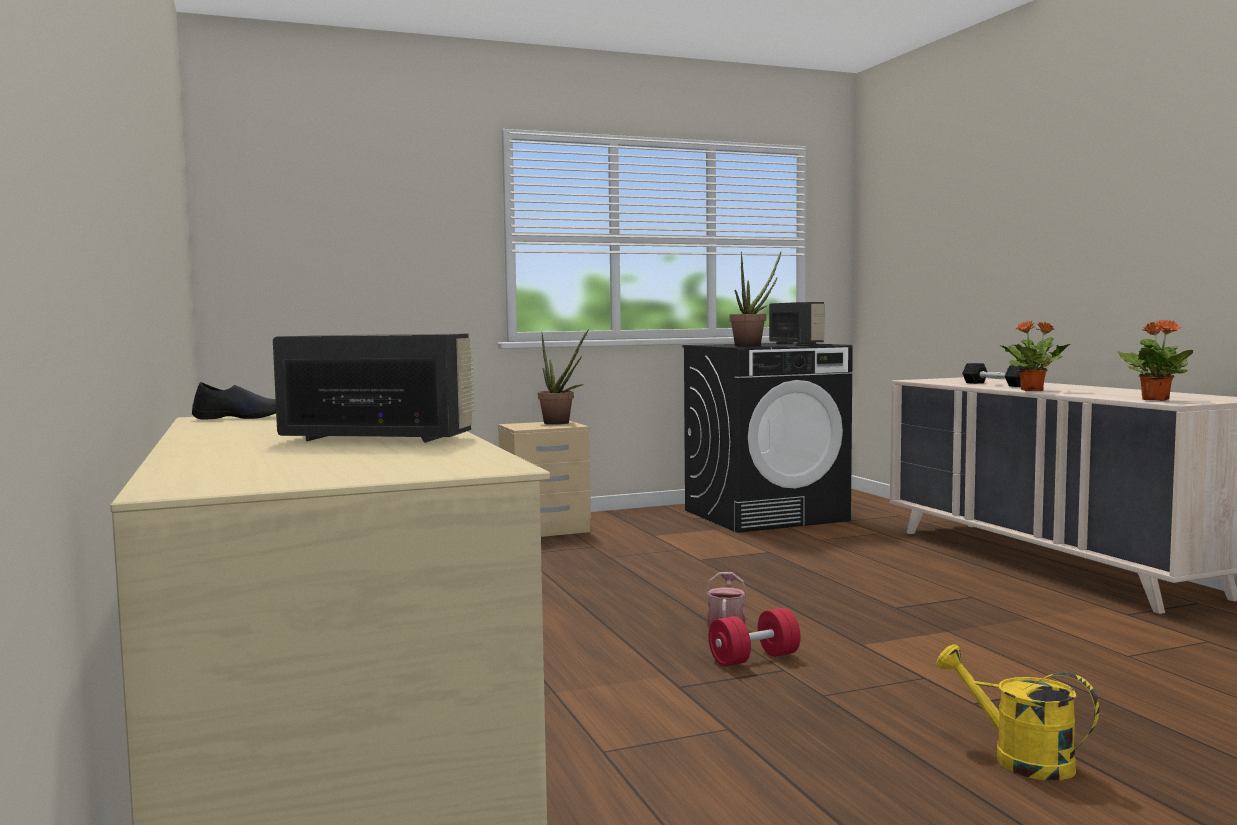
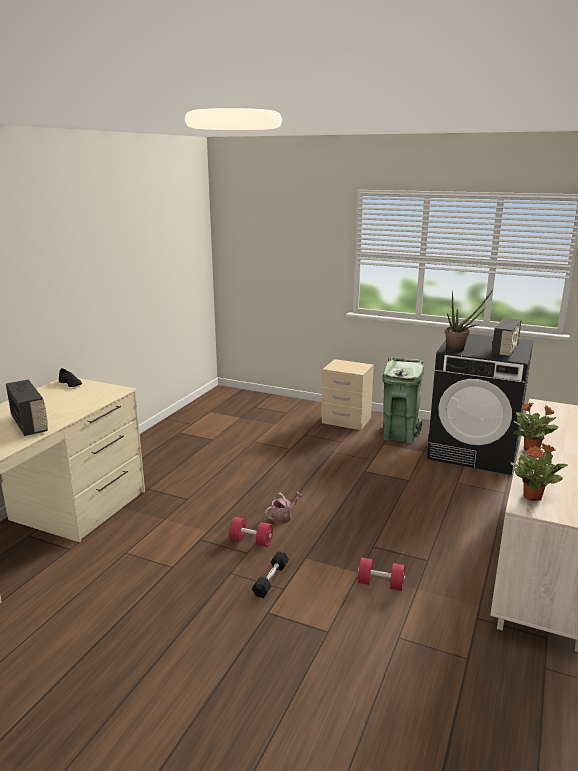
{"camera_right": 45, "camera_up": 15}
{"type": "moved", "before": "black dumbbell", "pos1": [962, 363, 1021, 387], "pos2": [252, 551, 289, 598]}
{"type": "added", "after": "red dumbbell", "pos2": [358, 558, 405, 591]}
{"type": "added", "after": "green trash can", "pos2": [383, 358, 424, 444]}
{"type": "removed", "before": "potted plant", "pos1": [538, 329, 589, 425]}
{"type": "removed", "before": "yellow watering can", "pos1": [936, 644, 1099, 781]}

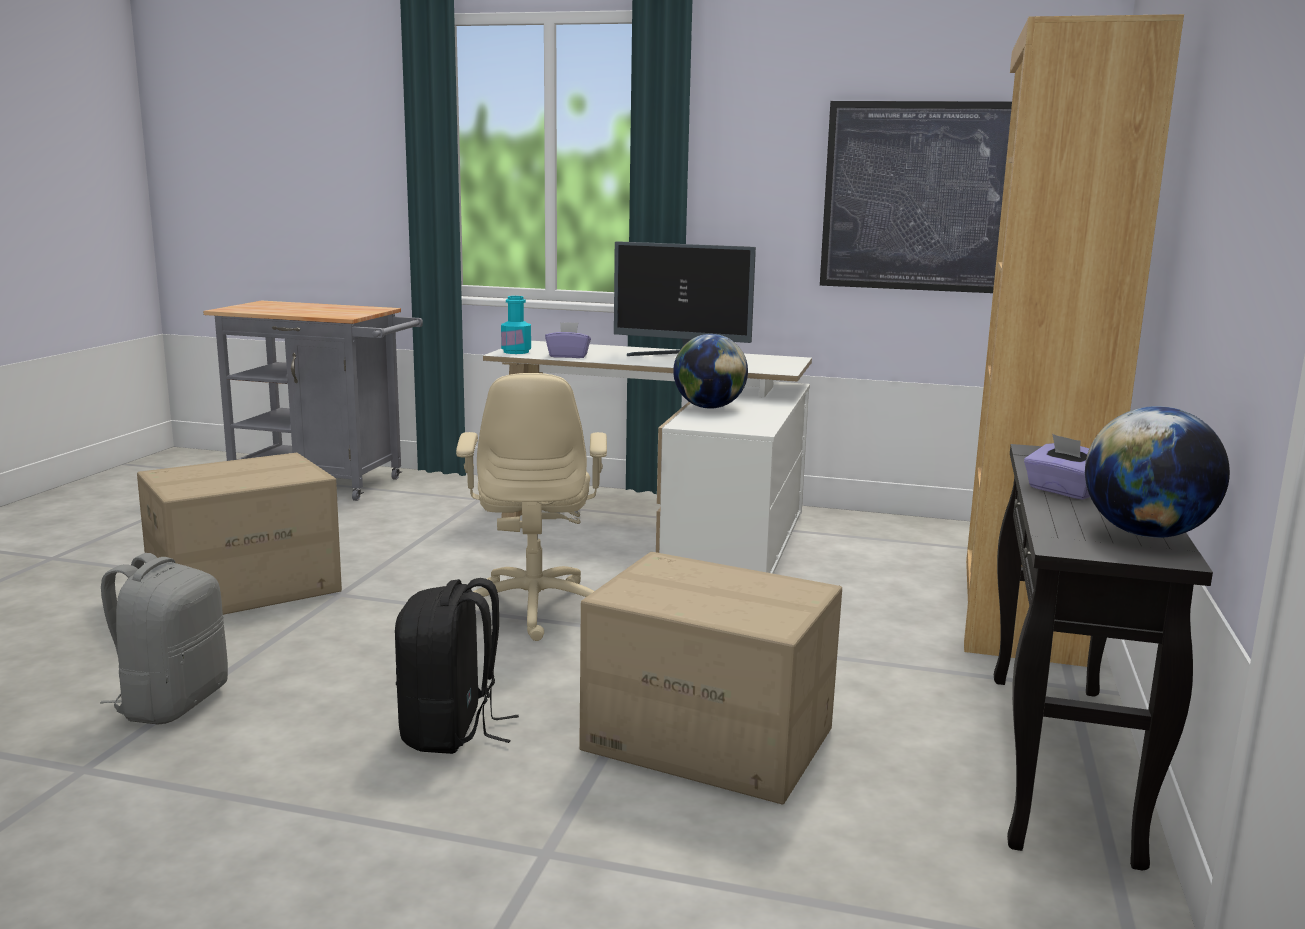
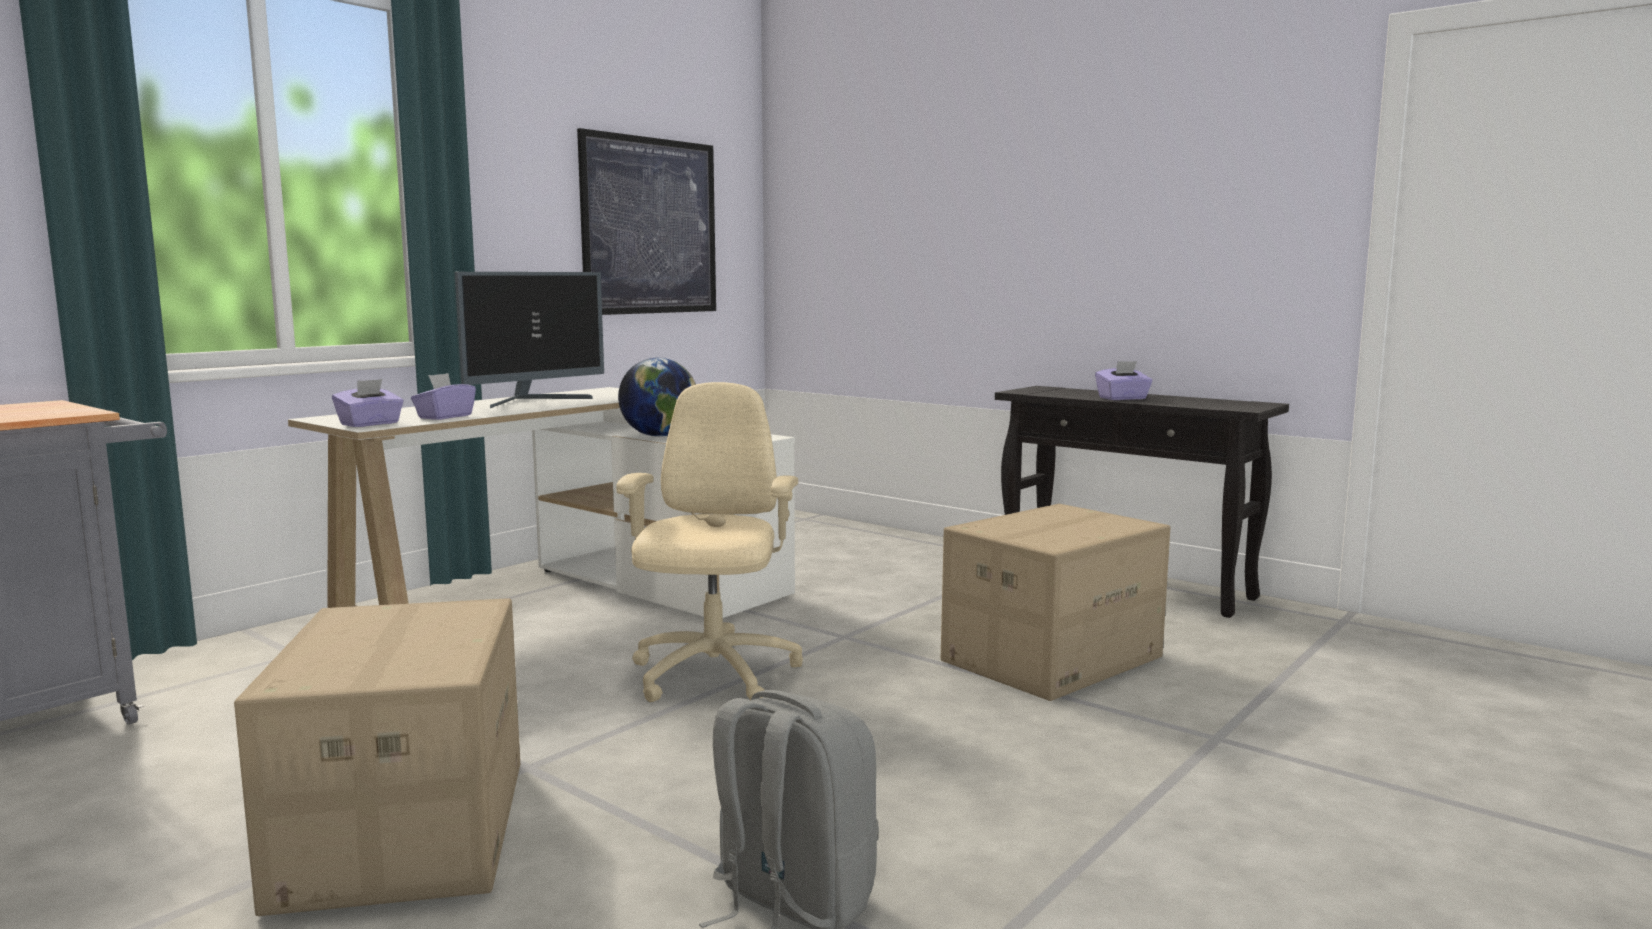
{"camera_right": -65, "camera_up": -5}
{"type": "replaced", "before": "turquoise bottle", "after": "purple tissue box", "pos1": [501, 296, 531, 354], "pos2": [332, 379, 404, 427]}
{"type": "turned", "before": "beige office chair", "pos1": [456, 373, 607, 641], "pos2": [616, 382, 803, 702], "turn": -105}
{"type": "removed", "before": "black backpack", "pos1": [395, 578, 519, 754]}
{"type": "removed", "before": "brown bookcase", "pos1": [964, 14, 1184, 667]}
{"type": "removed", "before": "globe", "pos1": [1085, 406, 1230, 538]}

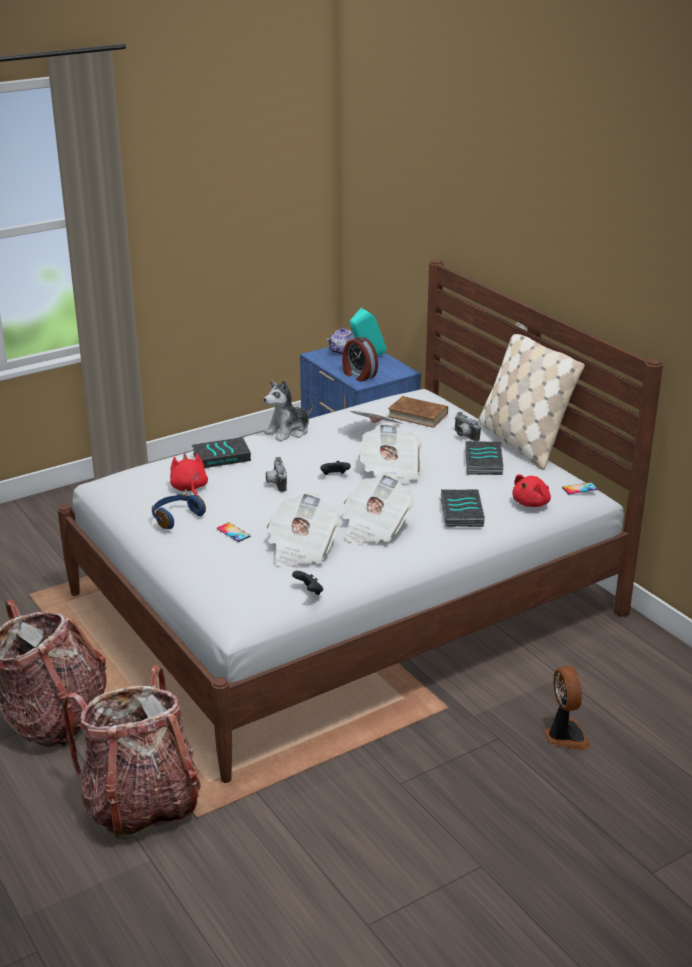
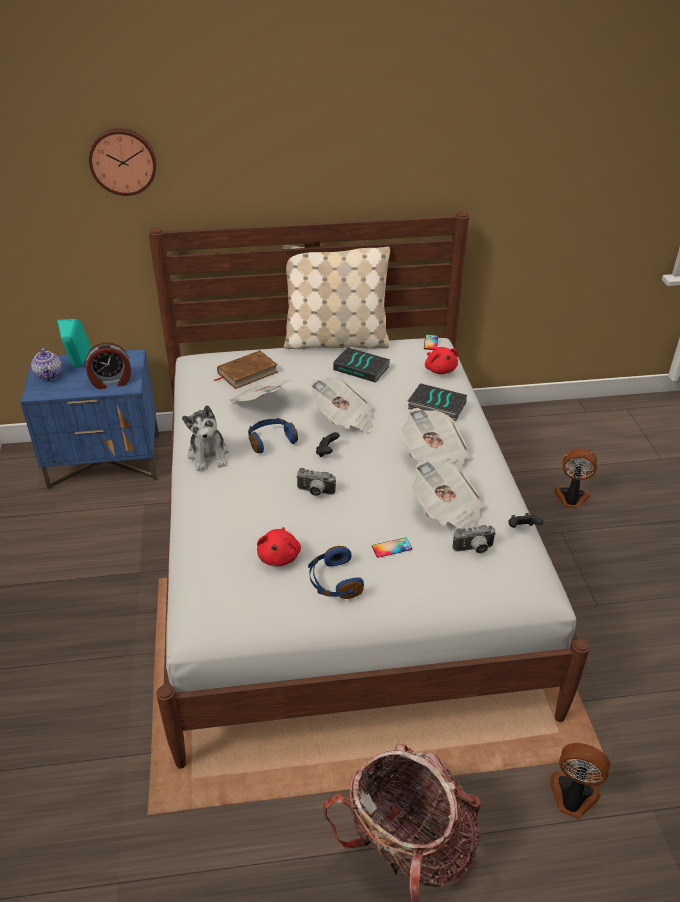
{"camera_right": -65, "camera_up": 10}
{"type": "added", "after": "wall clock", "pos2": [89, 128, 156, 196]}
{"type": "added", "after": "blue headphones", "pos2": [248, 418, 298, 454]}
{"type": "turned", "before": "red plush toy", "pos1": [170, 453, 208, 495], "pos2": [257, 527, 301, 566], "turn": -90}
{"type": "moved", "before": "photo camera", "pos1": [454, 412, 481, 441], "pos2": [452, 525, 496, 554]}
{"type": "replaced", "before": "backpack", "after": "fan", "pos1": [62, 665, 201, 841], "pos2": [550, 743, 610, 819]}
{"type": "removed", "before": "book", "pos1": [192, 437, 251, 468]}

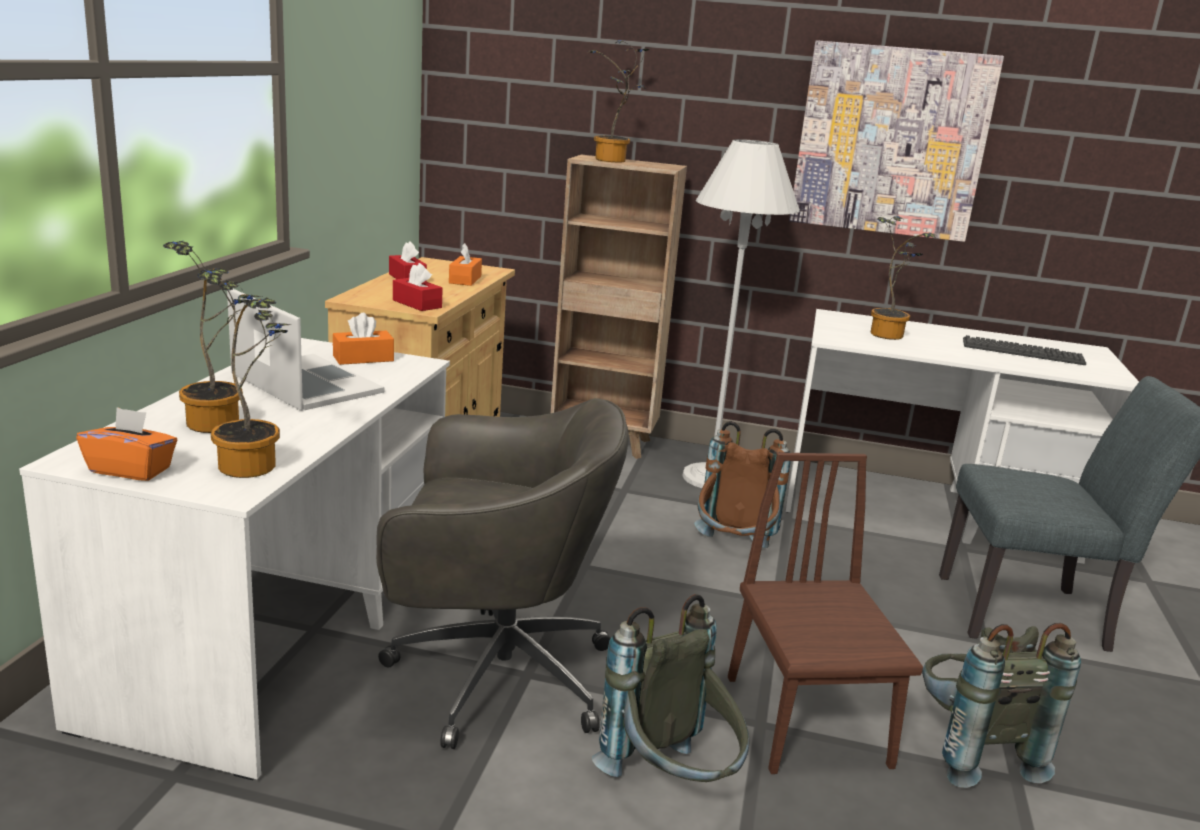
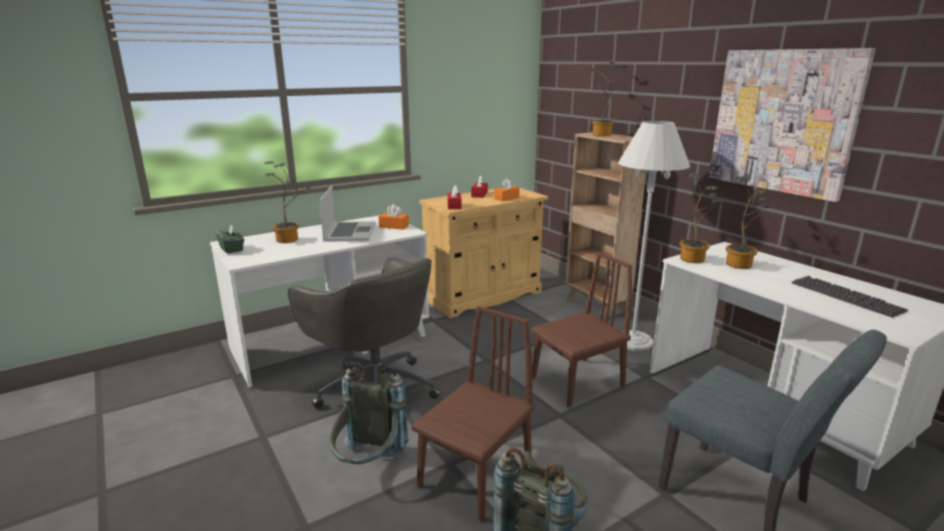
{"camera_right": 45, "camera_up": 0}
{"type": "recoloured", "before": "orange tissue box", "after": "green tissue box", "pos1": [76, 407, 177, 481], "pos2": [216, 224, 244, 254]}
{"type": "replaced", "before": "brown backpack", "after": "brown chair", "pos1": [694, 421, 791, 548], "pos2": [531, 252, 632, 407]}
{"type": "moved", "before": "potted plant", "pos1": [197, 269, 291, 478], "pos2": [679, 173, 722, 263]}

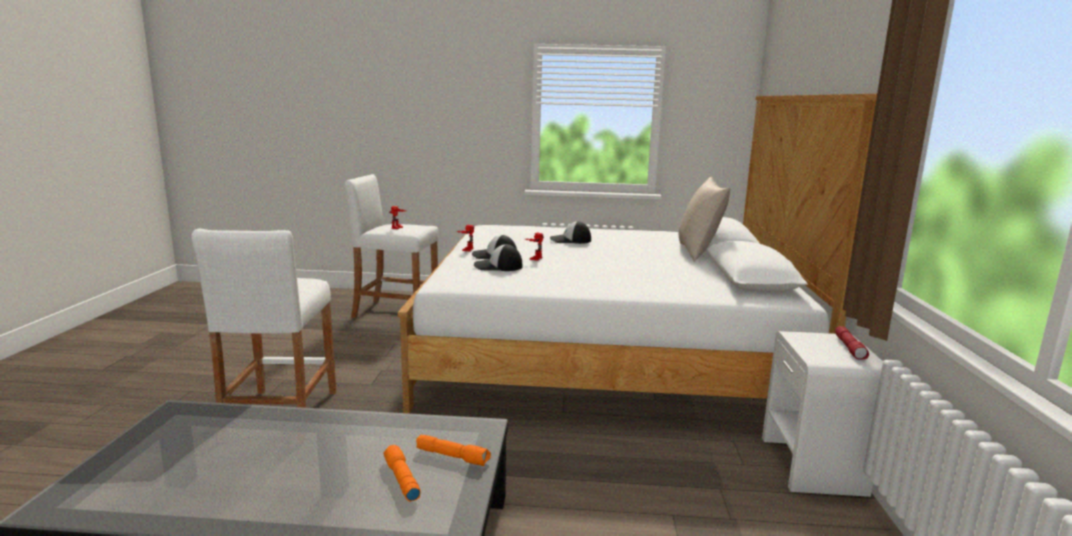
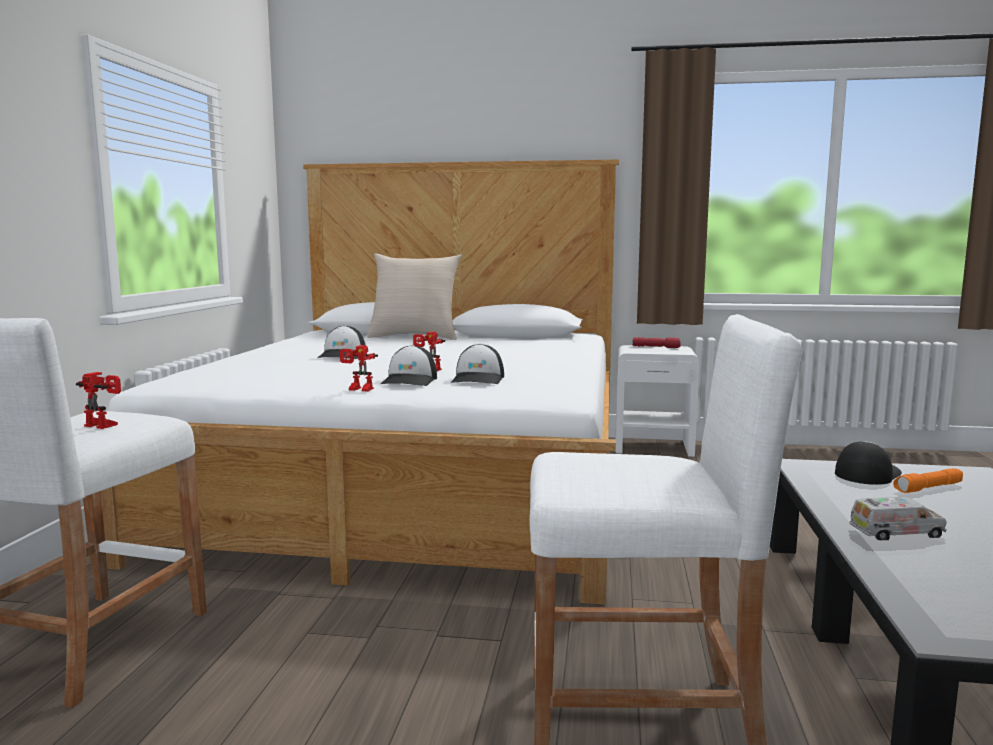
{"camera_right": -85, "camera_up": -5}
{"type": "replaced", "before": "orange flashlight", "after": "cap", "pos1": [416, 435, 491, 466], "pos2": [835, 441, 902, 485]}
{"type": "added", "after": "toy truck", "pos2": [849, 497, 947, 540]}

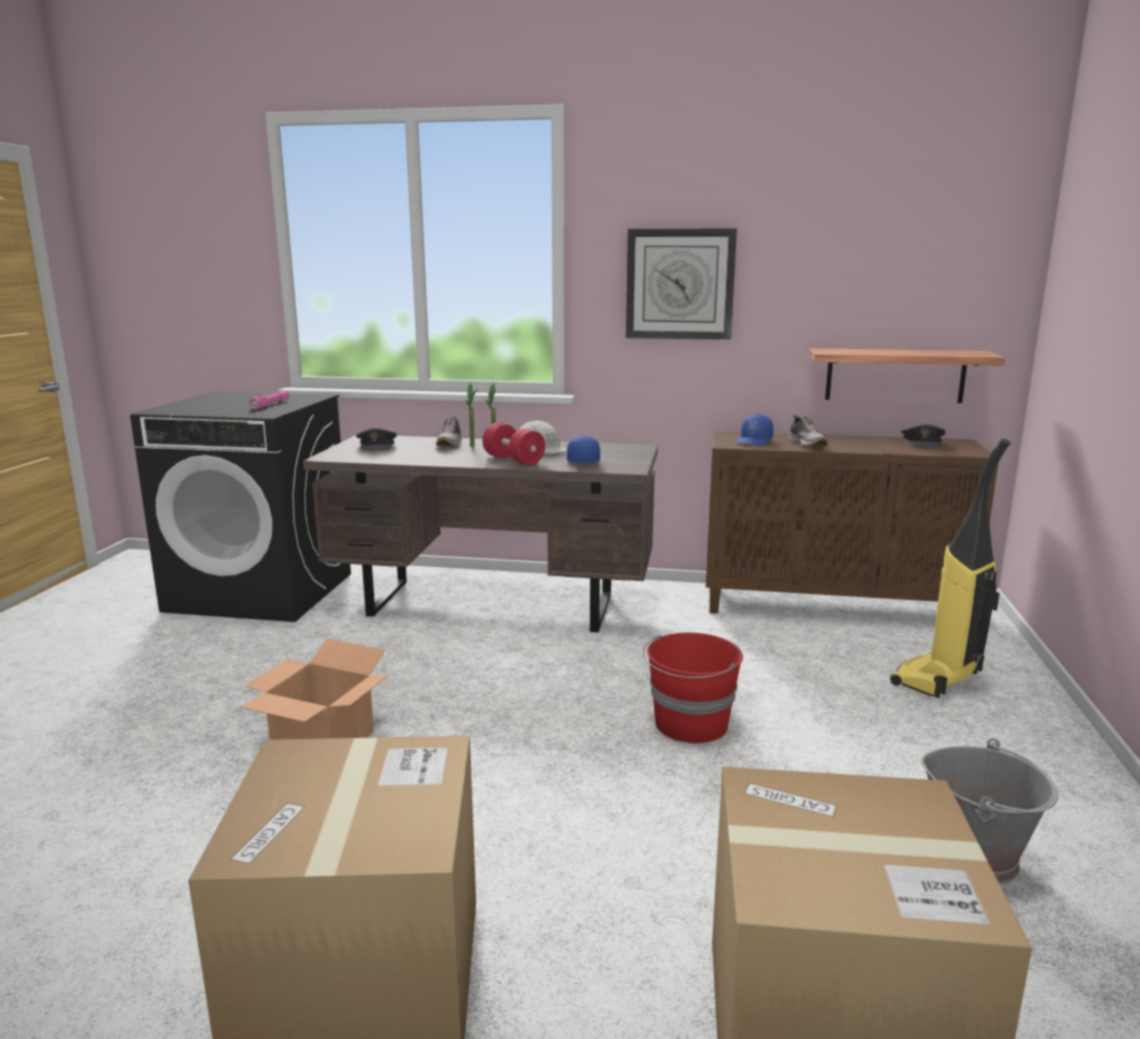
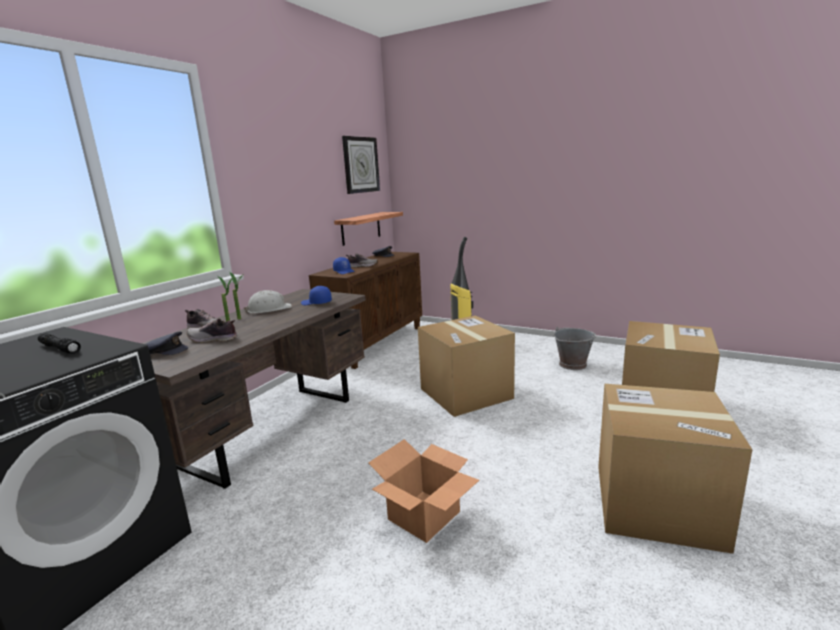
{"camera_right": -70, "camera_up": 0}
{"type": "recoloured", "before": "pink flashlight", "after": "black flashlight", "pos1": [249, 390, 289, 409], "pos2": [38, 333, 81, 354]}
{"type": "added", "after": "shoe", "pos2": [187, 319, 237, 343]}
{"type": "moved", "before": "wall clock", "pos1": [626, 228, 737, 340], "pos2": [342, 136, 380, 194]}
{"type": "replaced", "before": "red bucket", "after": "cardboard box", "pos1": [643, 633, 743, 743], "pos2": [418, 315, 515, 417]}
{"type": "removed", "before": "red dumbbell", "pos1": [483, 423, 545, 465]}

